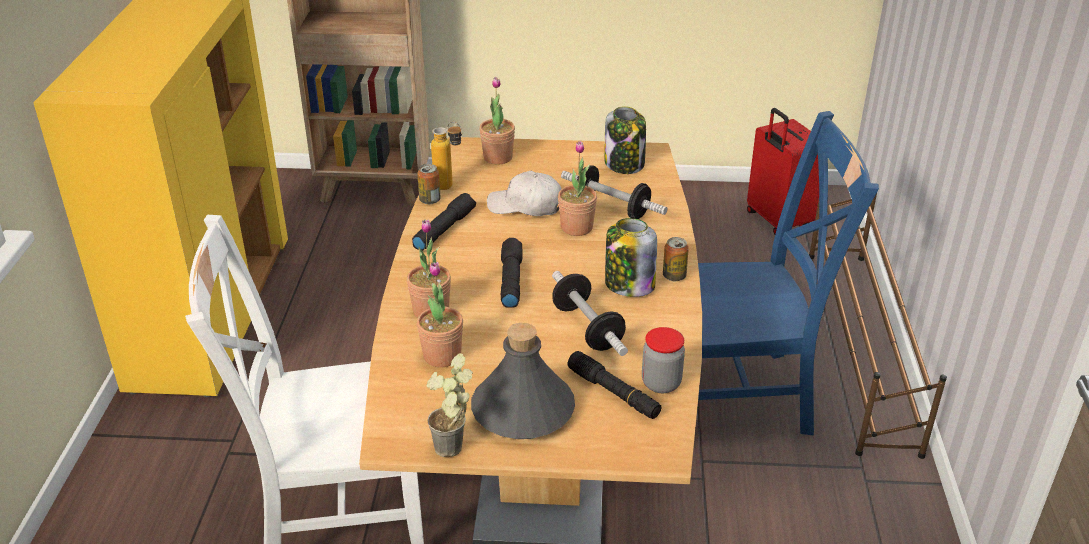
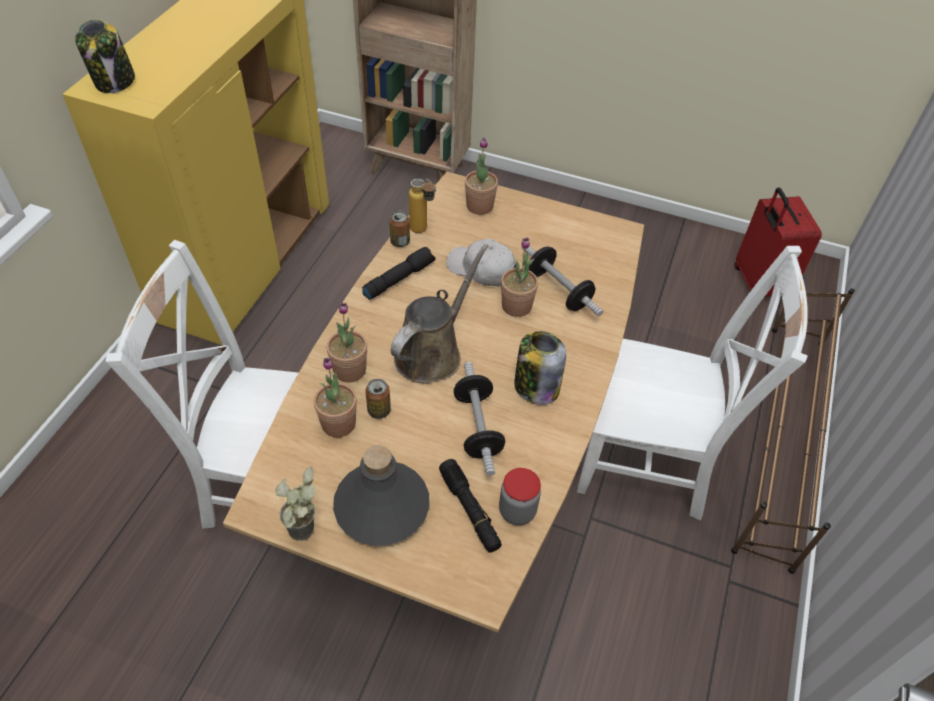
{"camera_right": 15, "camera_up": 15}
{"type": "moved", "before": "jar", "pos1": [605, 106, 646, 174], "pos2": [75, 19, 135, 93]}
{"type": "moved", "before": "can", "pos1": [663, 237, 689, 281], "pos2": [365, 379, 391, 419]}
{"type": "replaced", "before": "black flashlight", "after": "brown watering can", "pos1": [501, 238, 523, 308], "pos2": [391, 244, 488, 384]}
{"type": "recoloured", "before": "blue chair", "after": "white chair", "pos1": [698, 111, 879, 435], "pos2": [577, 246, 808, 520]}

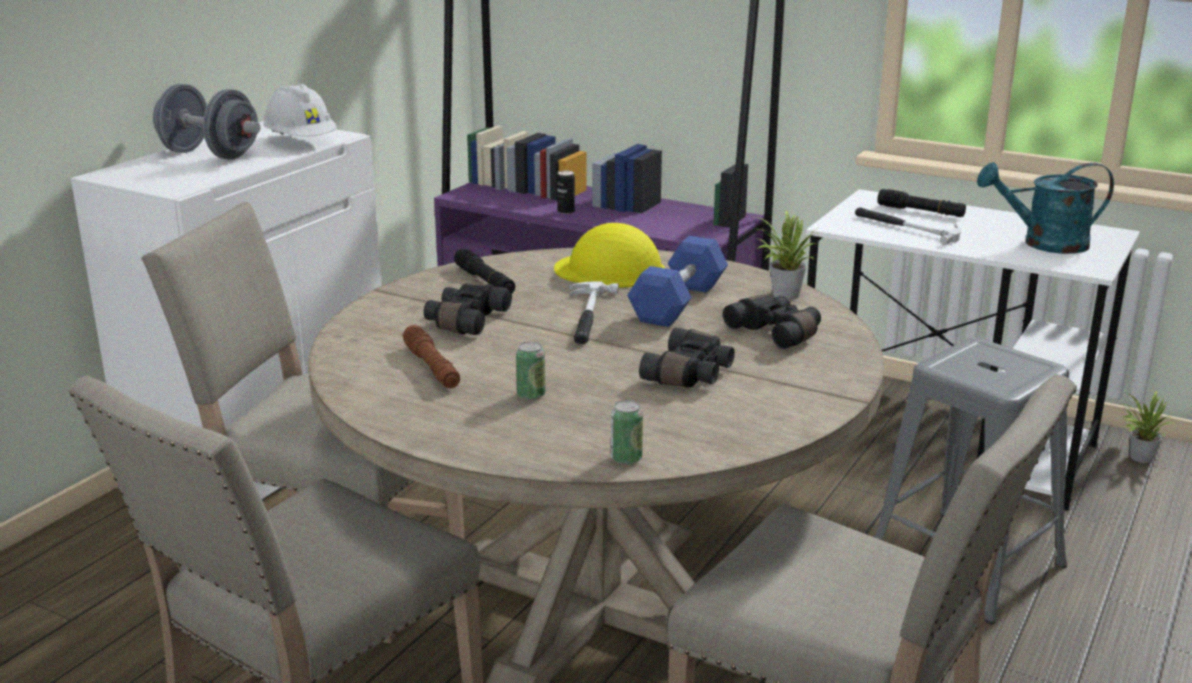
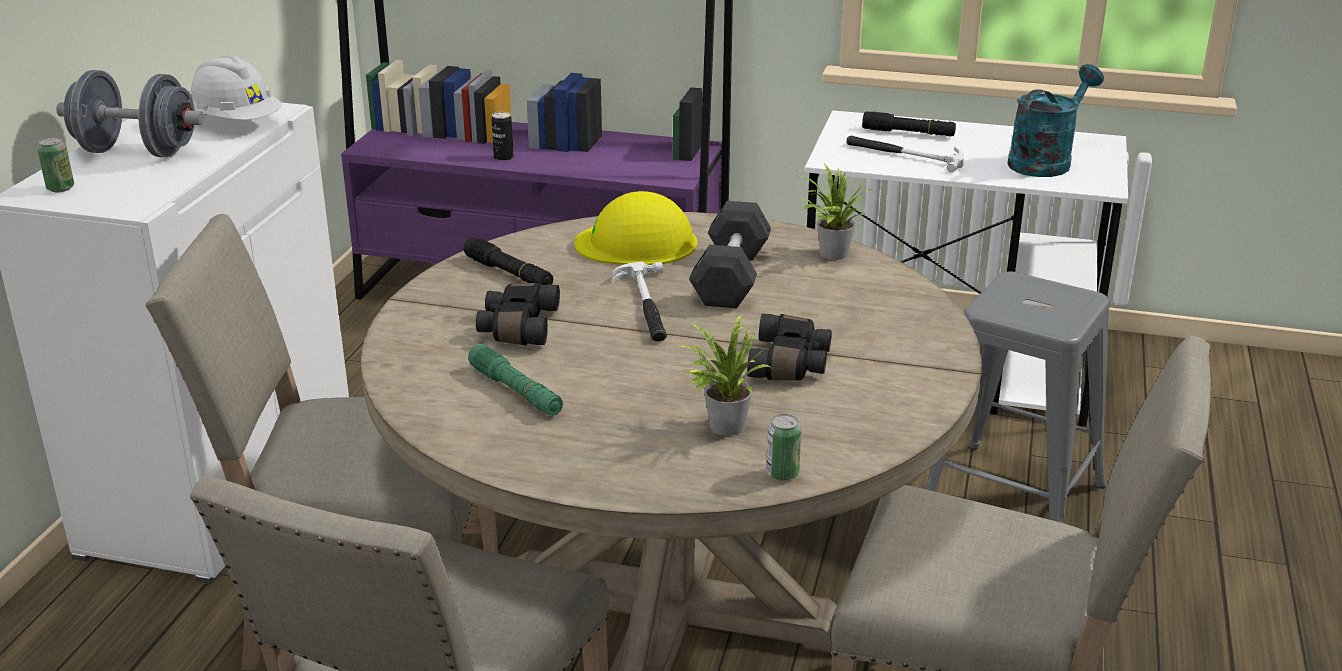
{"camera_right": -15, "camera_up": 5}
{"type": "moved", "before": "can", "pos1": [516, 342, 545, 400], "pos2": [37, 137, 74, 192]}
{"type": "recoloured", "before": "brown flashlight", "after": "green flashlight", "pos1": [403, 325, 460, 388], "pos2": [468, 344, 563, 416]}
{"type": "moved", "before": "potted plant", "pos1": [1122, 390, 1176, 463], "pos2": [677, 314, 770, 436]}
{"type": "recoloured", "before": "blue dumbbell", "after": "black dumbbell", "pos1": [627, 236, 728, 327], "pos2": [689, 201, 771, 308]}
{"type": "turned", "before": "turquoise watering can", "pos1": [977, 162, 1114, 254], "pos2": [1007, 64, 1104, 177], "turn": 150}
{"type": "removed", "before": "black binoculars", "pos1": [723, 295, 821, 349]}

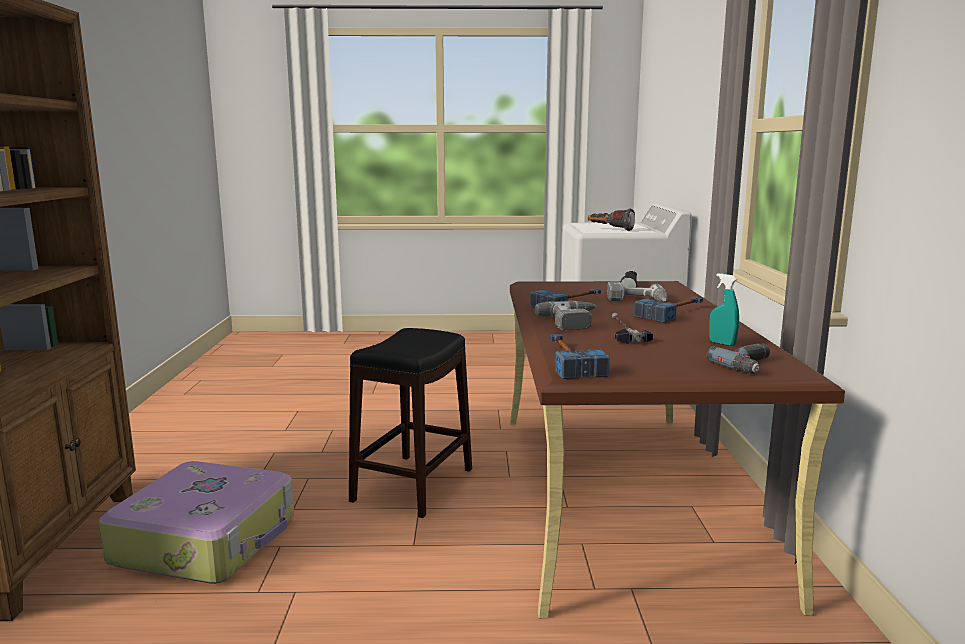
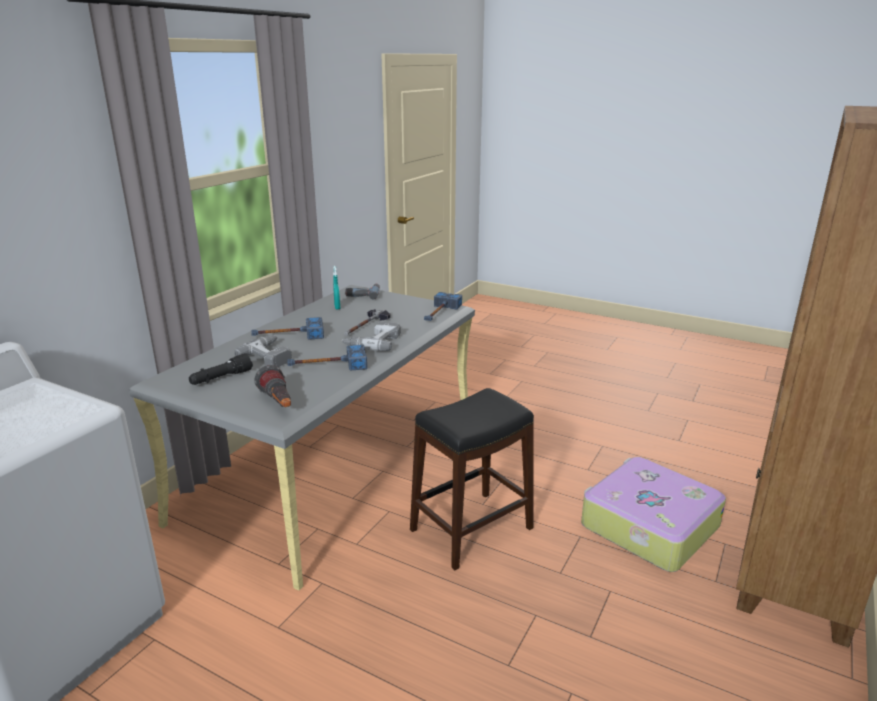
{"camera_right": -150, "camera_up": 10}
{"type": "recoloured", "before": "brown desk", "after": "grey desk", "pos1": [510, 281, 845, 618], "pos2": [129, 285, 475, 591]}
{"type": "moved", "before": "flashlight", "pos1": [588, 209, 635, 231], "pos2": [254, 365, 291, 407]}

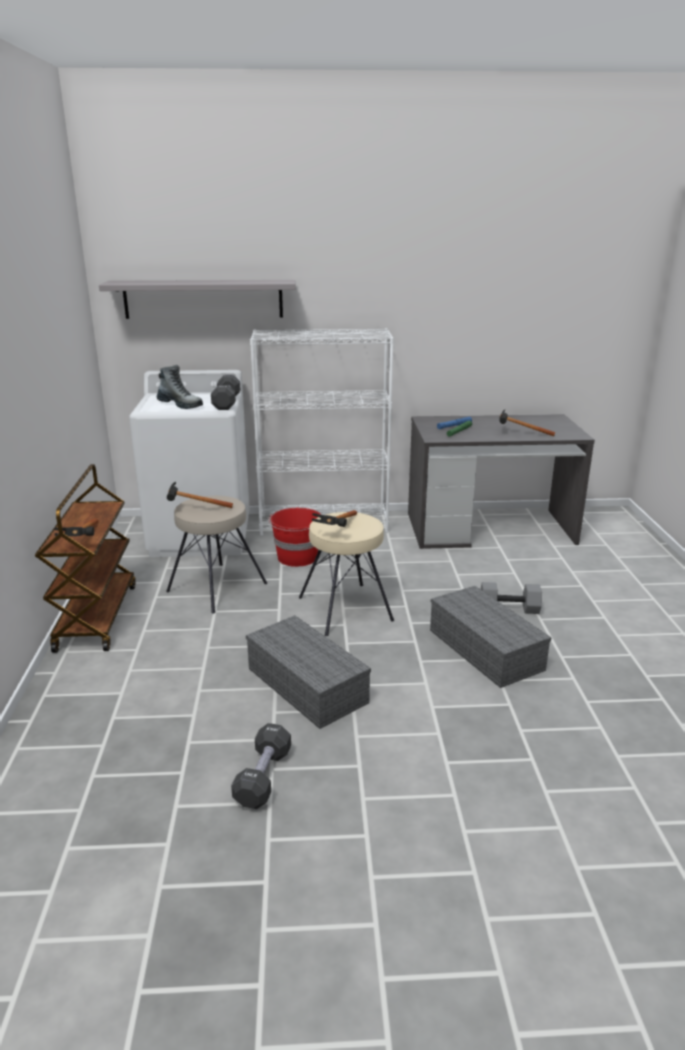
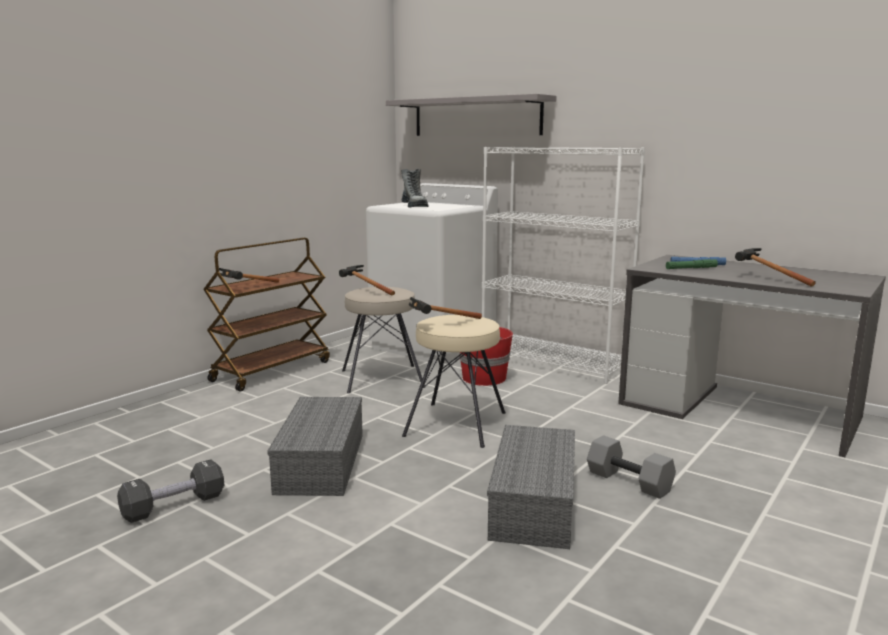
{"camera_right": 40, "camera_up": -10}
{"type": "removed", "before": "black dumbbell", "pos1": [211, 375, 240, 410]}

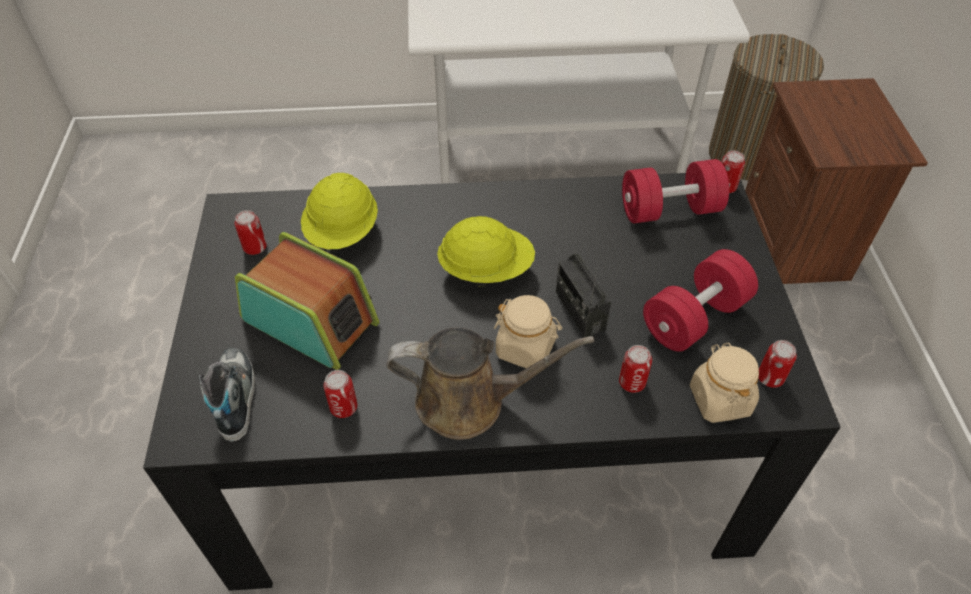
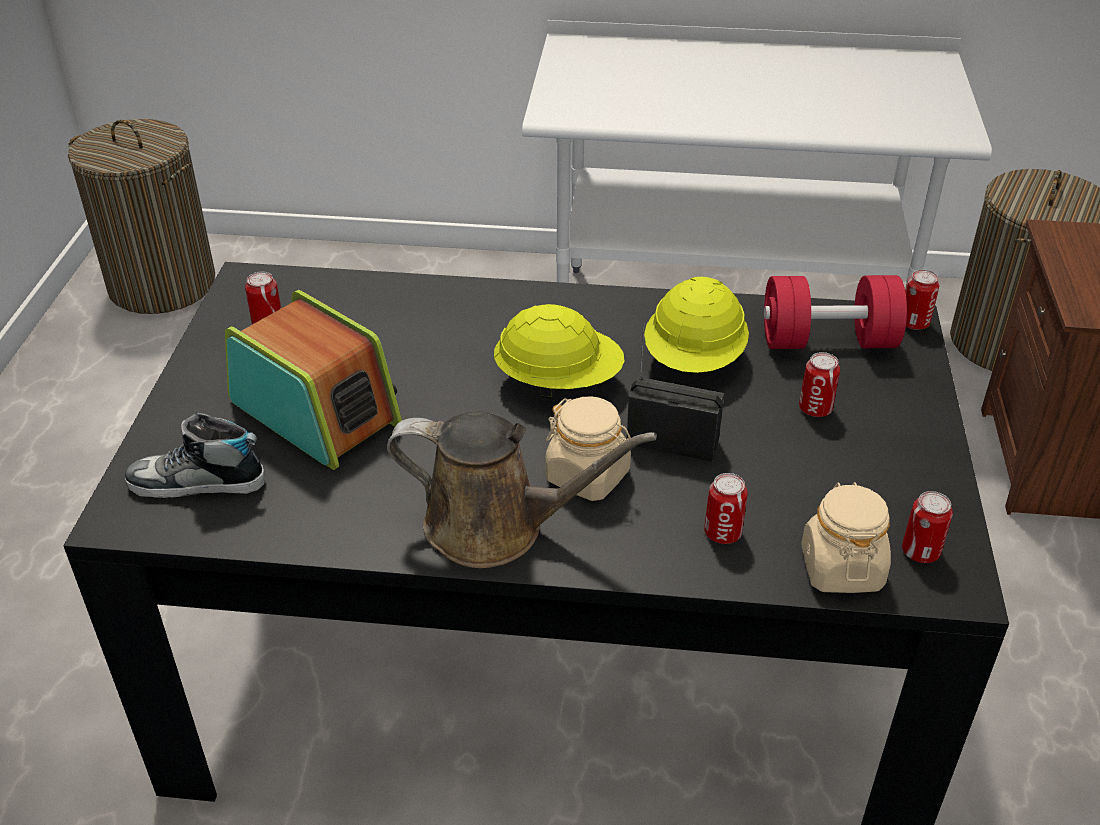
{"camera_right": 10, "camera_up": -10}
{"type": "added", "after": "laundry basket", "pos2": [68, 119, 215, 314]}
{"type": "turned", "before": "shoe", "pos1": [199, 348, 255, 442], "pos2": [125, 413, 265, 498], "turn": -90}
{"type": "turned", "before": "radio", "pos1": [556, 254, 611, 337], "pos2": [626, 323, 724, 462], "turn": 120}
{"type": "moved", "before": "yellow hard hat", "pos1": [301, 173, 378, 249], "pos2": [644, 277, 749, 373]}
{"type": "moved", "before": "can", "pos1": [323, 370, 357, 418], "pos2": [799, 352, 840, 417]}
{"type": "removed", "before": "red dumbbell", "pos1": [643, 249, 758, 351]}

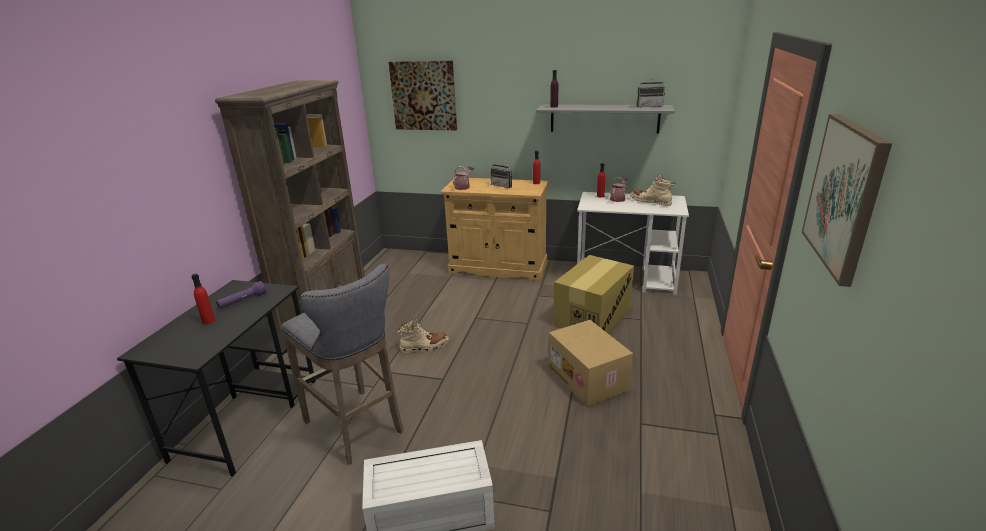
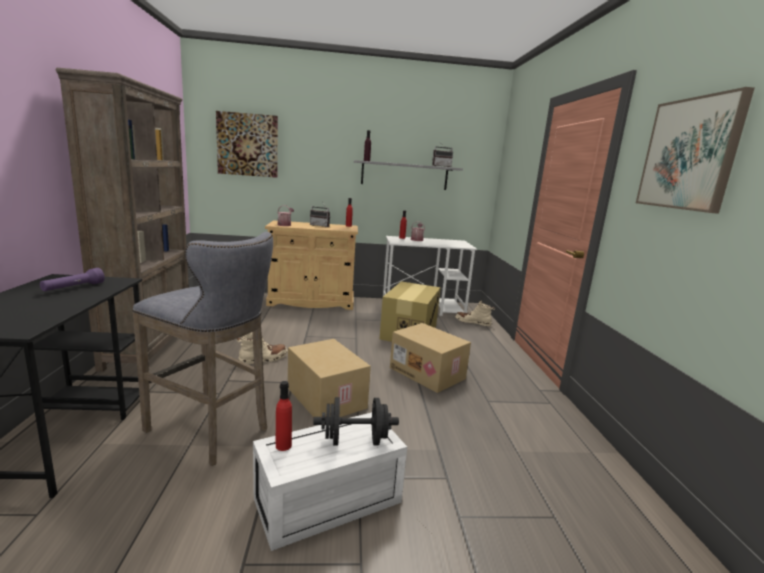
{"camera_right": -20, "camera_up": -10}
{"type": "moved", "before": "red bottle", "pos1": [192, 274, 215, 325], "pos2": [276, 381, 292, 451]}
{"type": "added", "after": "cardboard box", "pos2": [288, 339, 371, 417]}
{"type": "added", "after": "black dumbbell", "pos2": [313, 397, 399, 446]}
{"type": "moved", "before": "beige boot", "pos1": [630, 175, 676, 206], "pos2": [455, 300, 495, 326]}

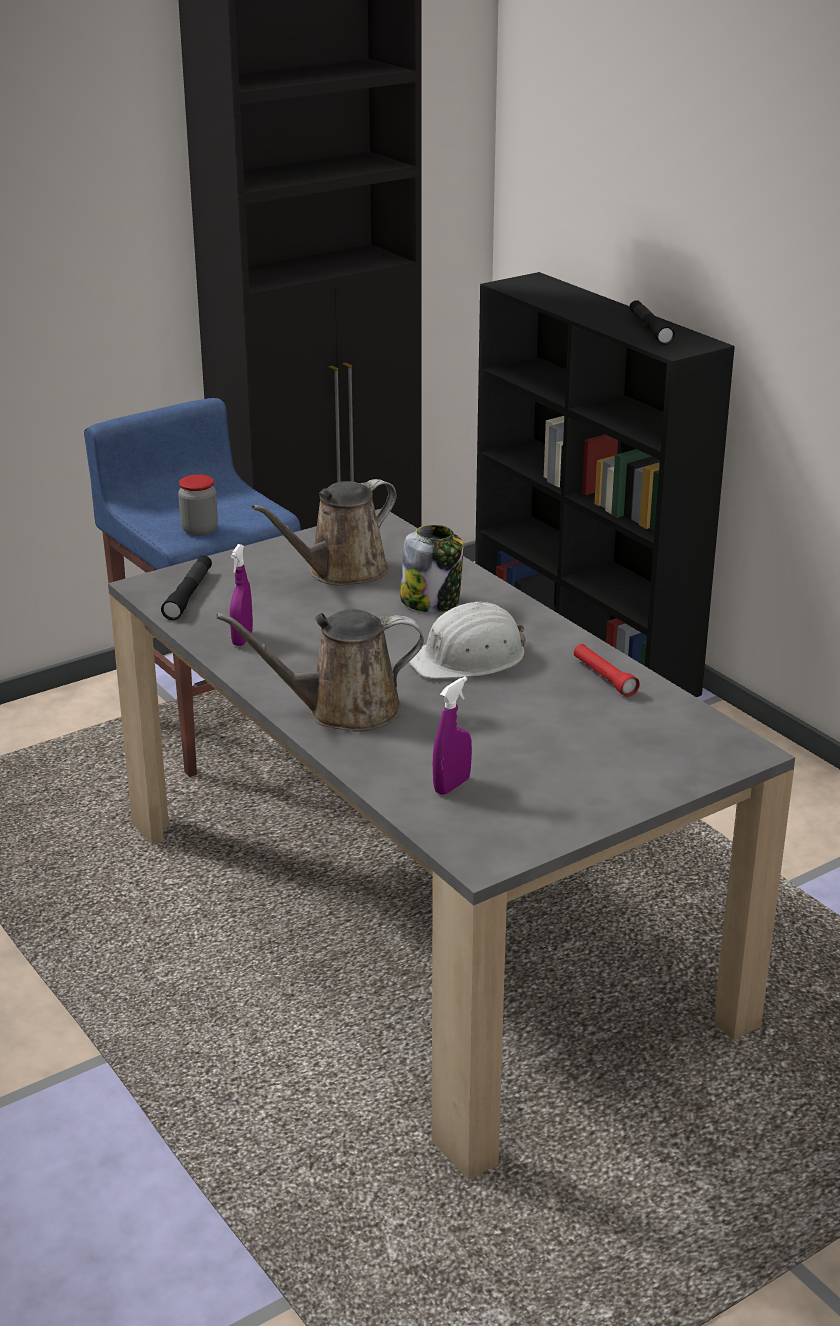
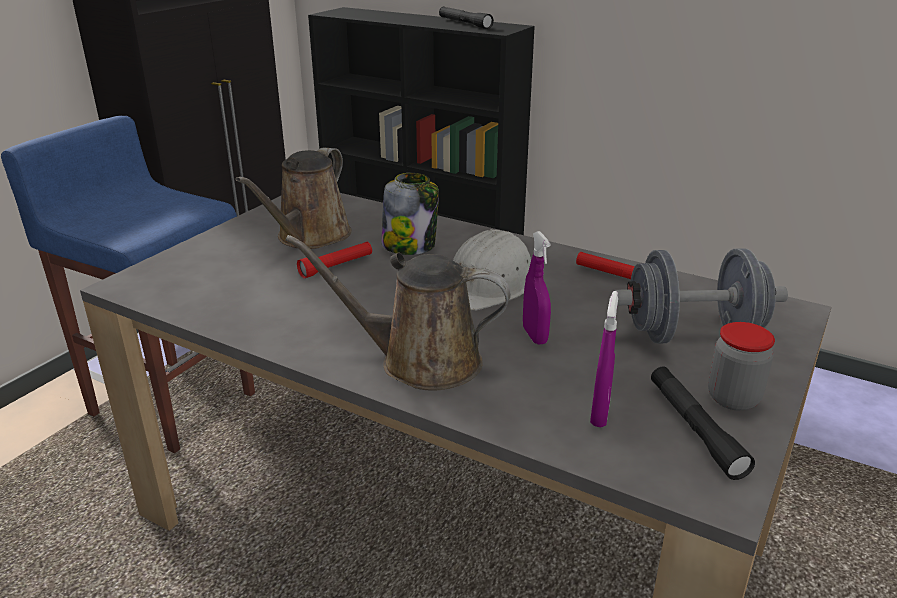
{"camera_right": -25, "camera_up": 0}
{"type": "turned", "before": "brown watering can", "pos1": [216, 609, 424, 732], "pos2": [285, 235, 511, 390], "turn": 45}
{"type": "added", "after": "red flashlight", "pos2": [297, 242, 372, 278]}
{"type": "moved", "before": "purple spray bottle", "pos1": [230, 544, 253, 646], "pos2": [523, 231, 551, 345]}
{"type": "added", "after": "grey dumbbell", "pos2": [614, 249, 788, 344]}
{"type": "moved", "before": "black flashlight", "pos1": [161, 556, 212, 620], "pos2": [651, 367, 755, 480]}
{"type": "moved", "before": "jar", "pos1": [178, 474, 218, 536], "pos2": [708, 322, 775, 411]}

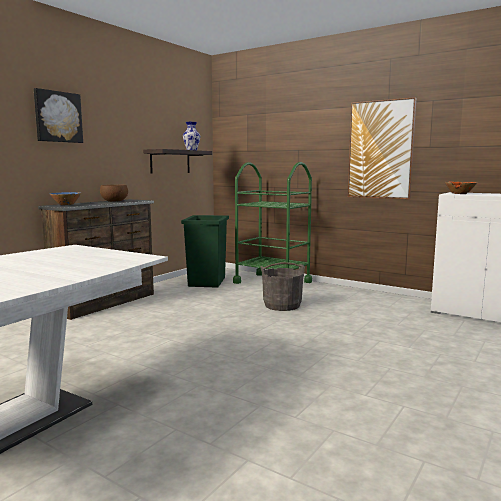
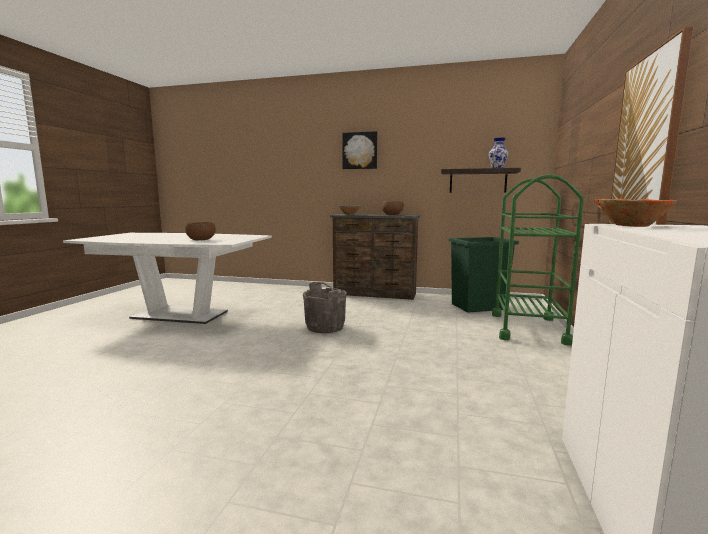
{"camera_right": 70, "camera_up": 0}
{"type": "added", "after": "brown bowl", "pos2": [185, 222, 216, 240]}
{"type": "moved", "before": "grey bucket", "pos1": [260, 262, 305, 311], "pos2": [303, 282, 347, 333]}

